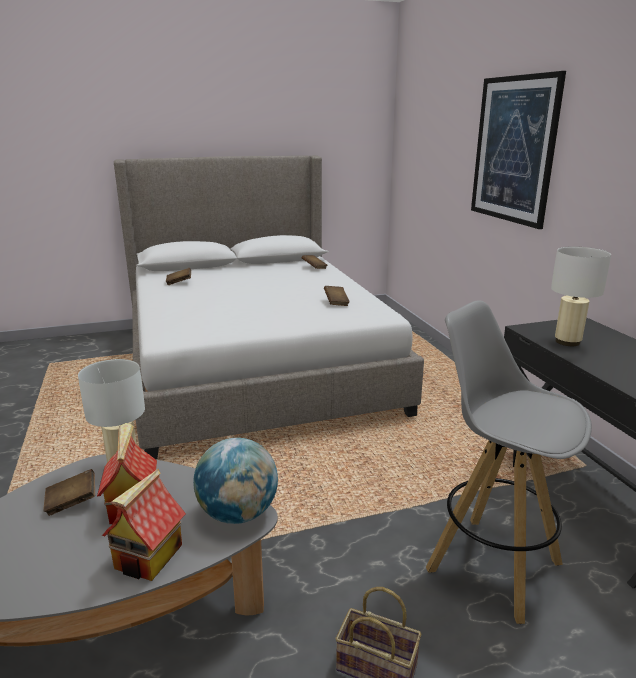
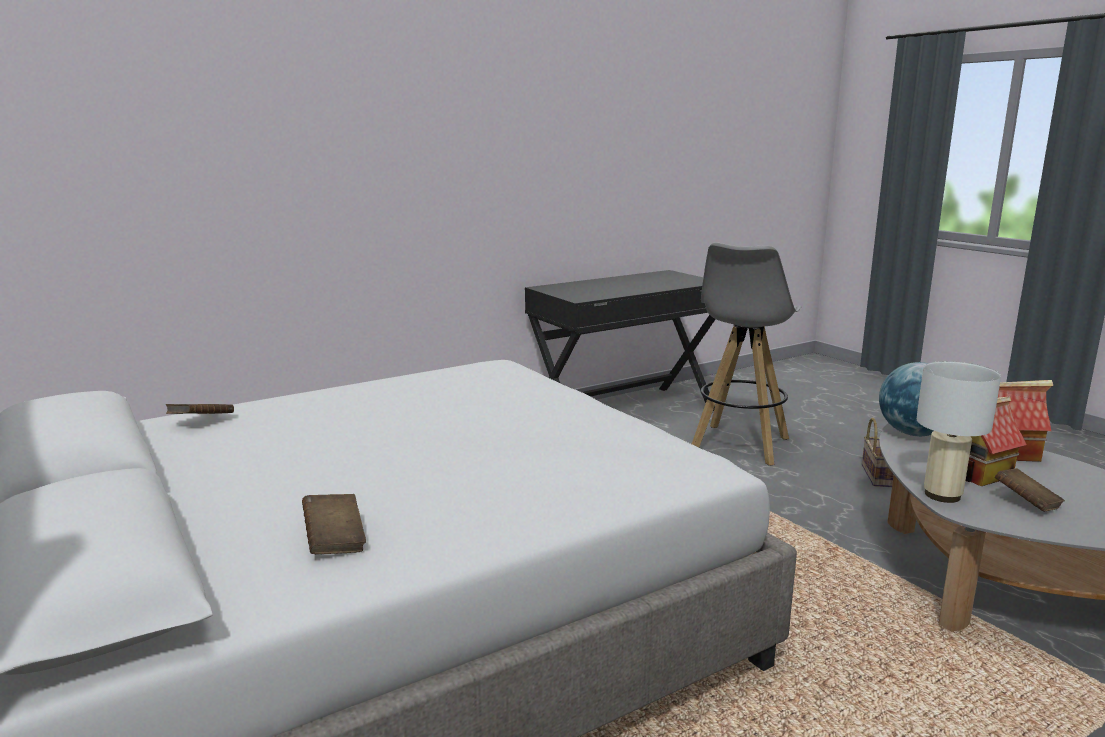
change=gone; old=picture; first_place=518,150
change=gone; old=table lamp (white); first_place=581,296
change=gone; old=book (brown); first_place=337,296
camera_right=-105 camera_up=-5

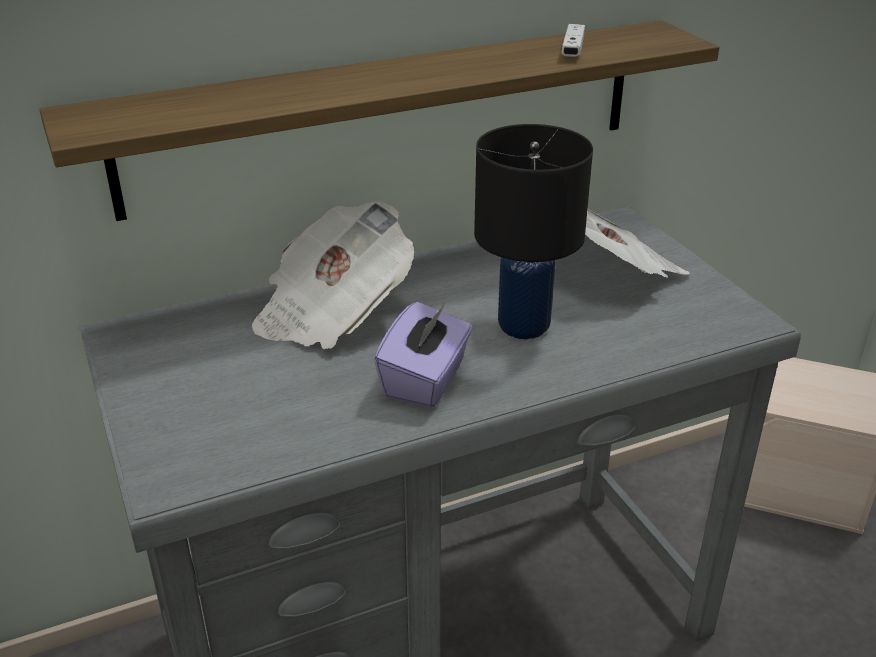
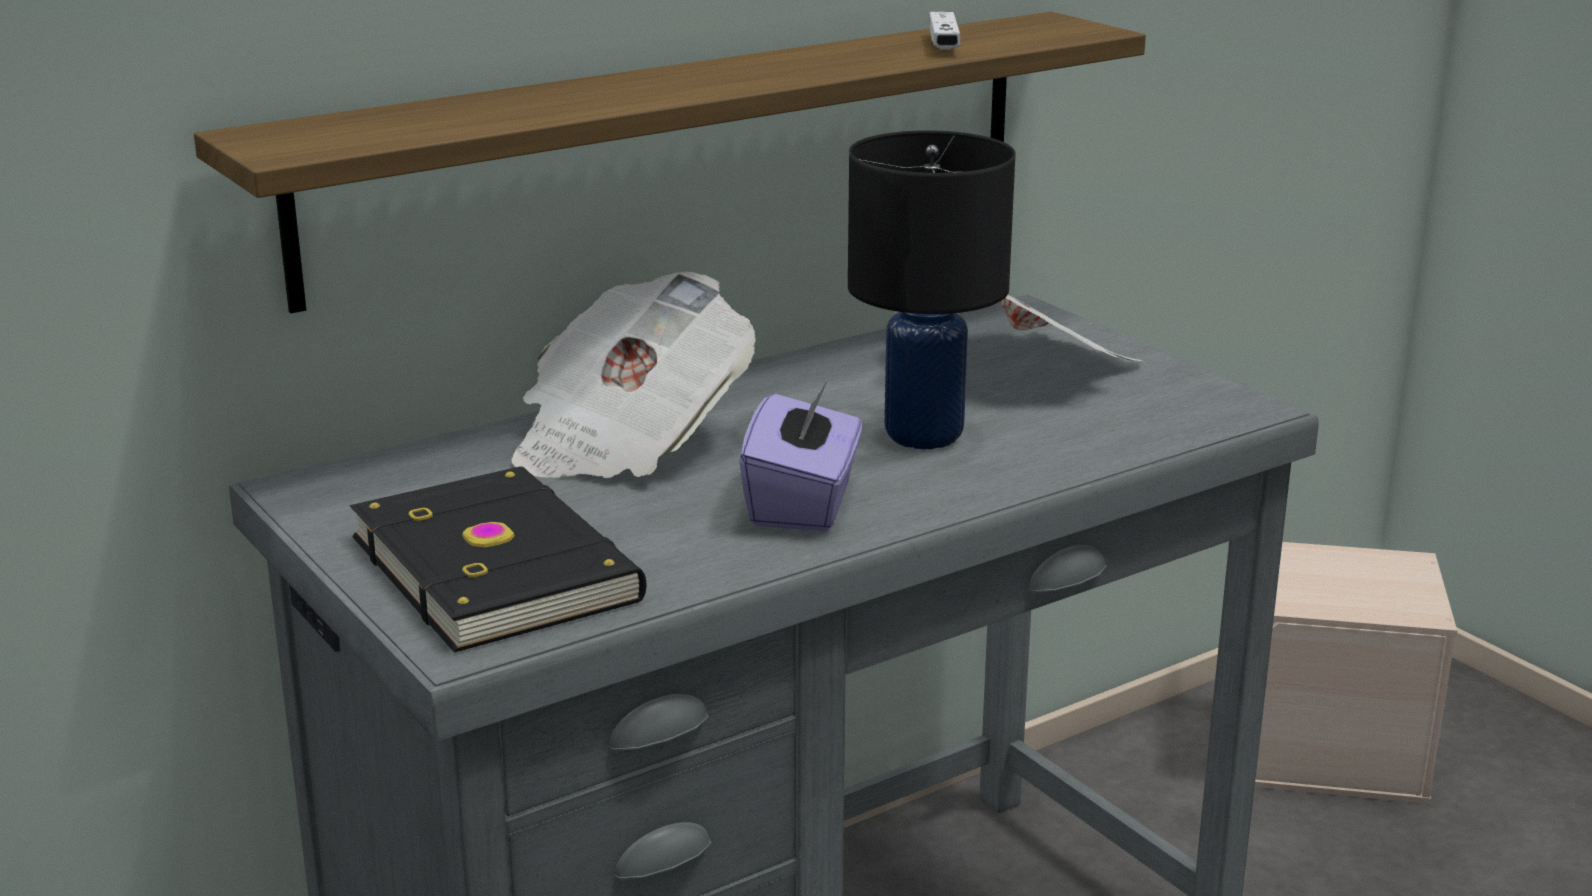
change=new; new=book (black); second_place=497,559
camera_right=-10 camera_up=-10

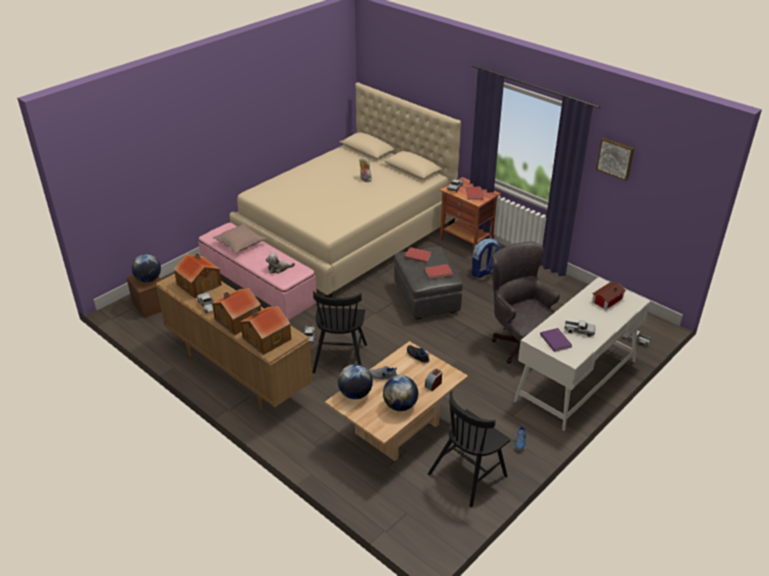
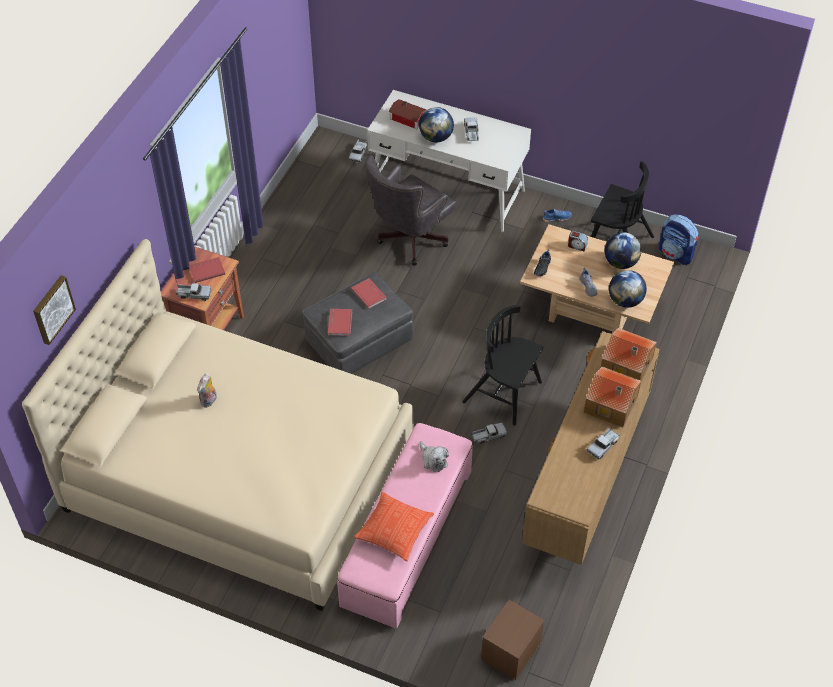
change=shifted; old=picture; first_place=615,159; second_place=54,310
change=repainted; old=pillow (grey); new=pillow (orange); first_place=240,238; second_place=394,526
change=shifted; old=backpack; first_place=486,258; second_place=679,239
change=gone; old=toy house; first_place=197,275
change=shifted; old=globe; first_place=146,268; second_place=436,125
change=rotated; old=chair (black); first_place=339,332; second_place=503,365; degrees=-135
change=gone; old=book (purple); first_place=556,340
camera_right=-110 camera_up=15

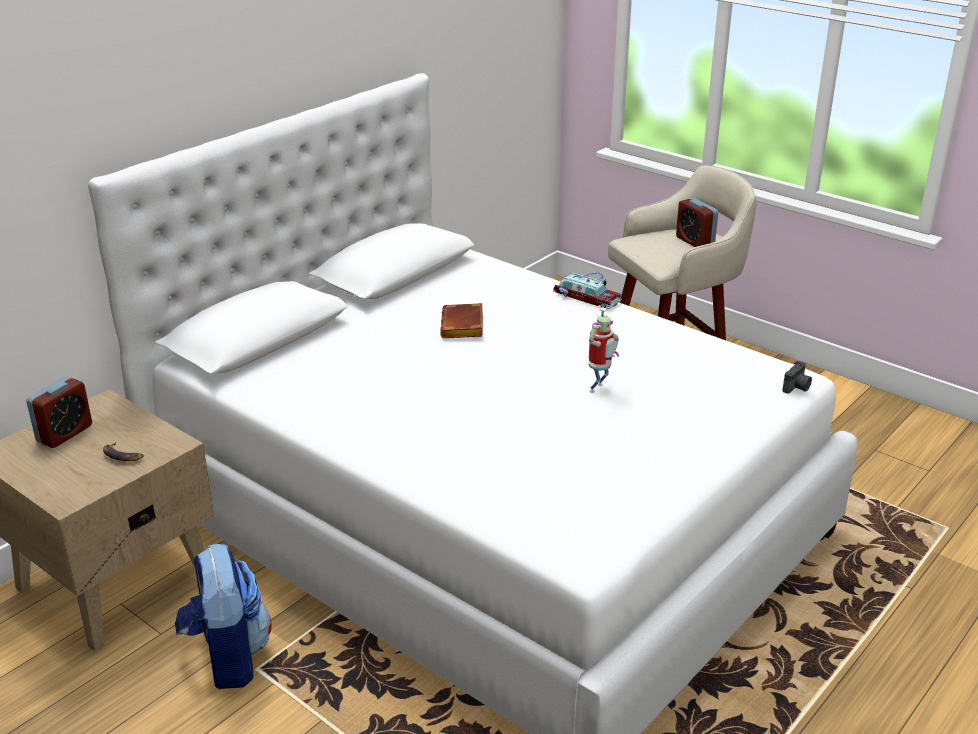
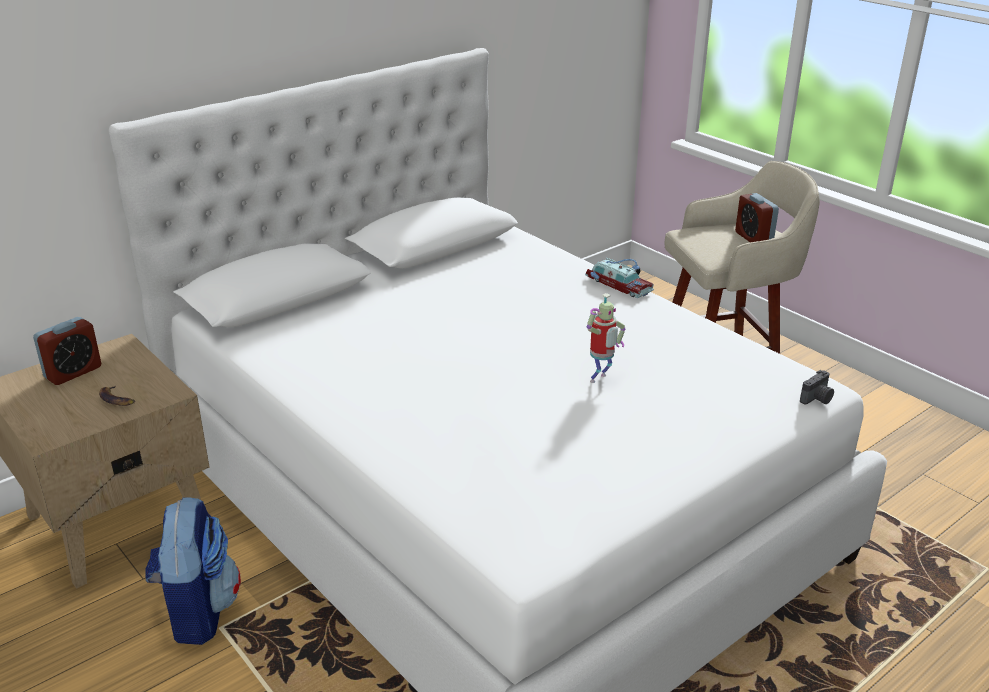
change=gone; old=book (brown); first_place=461,320
camera_right=10 camera_up=0

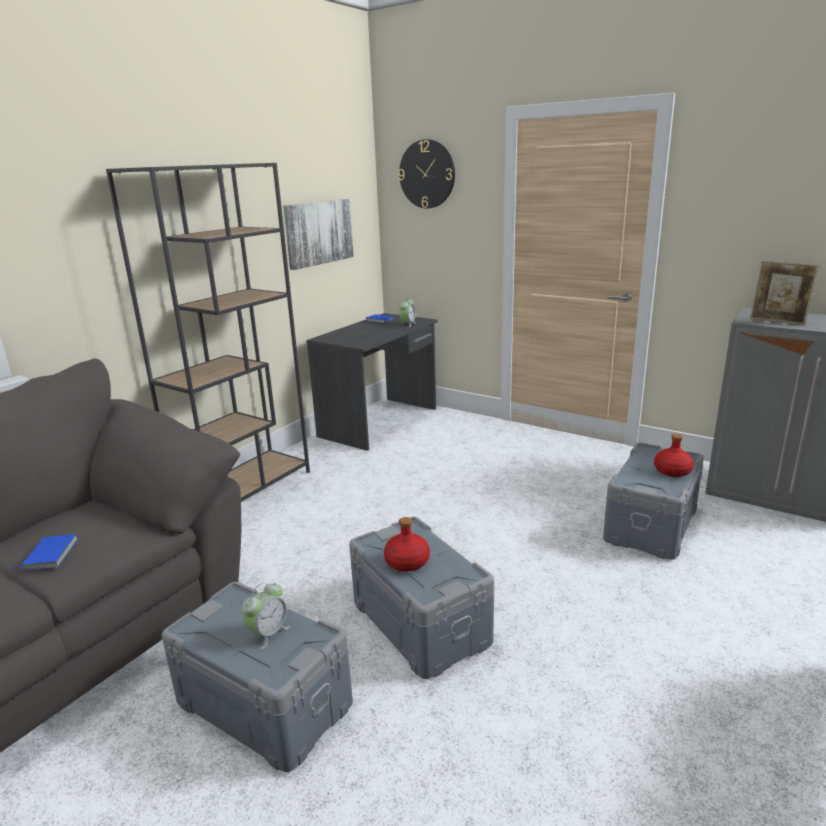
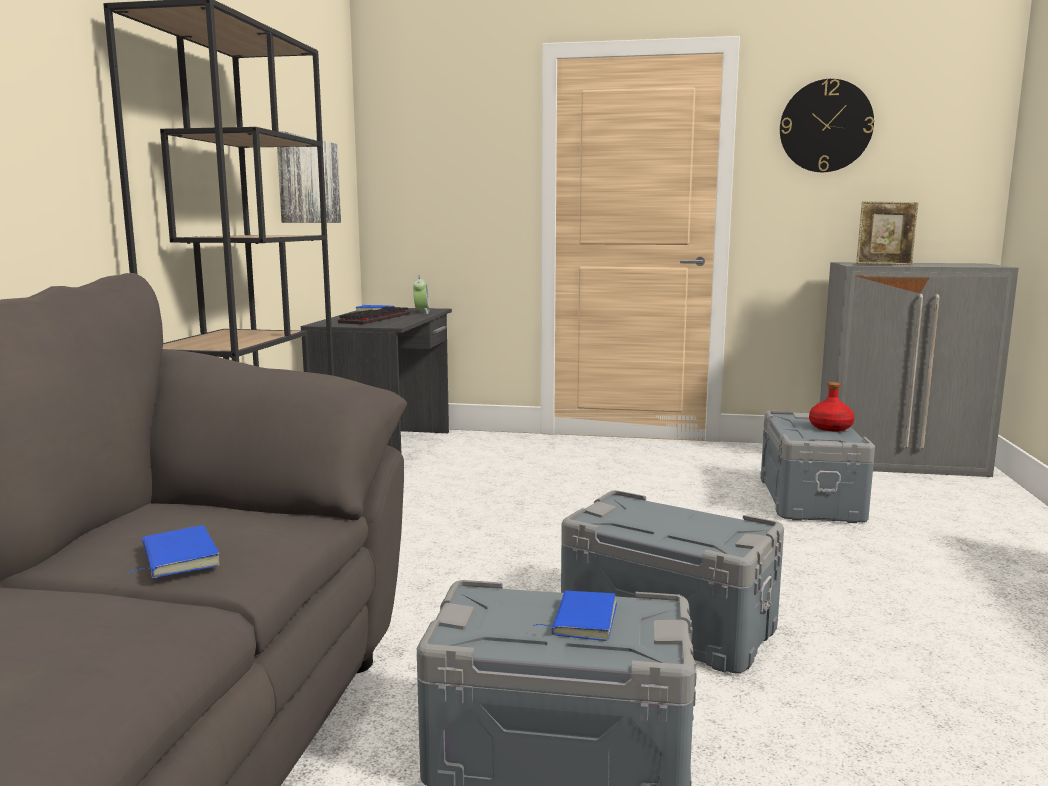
change=shifted; old=wall clock; first_place=426,173; second_place=827,125
change=gone; old=bottle (red); first_place=407,544
change=swapped; old=alarm clock; new=book (blue); first_place=266,616; second_place=575,616
change=new; new=keyboard; second_place=374,315
camera_right=-25 camera_up=-10

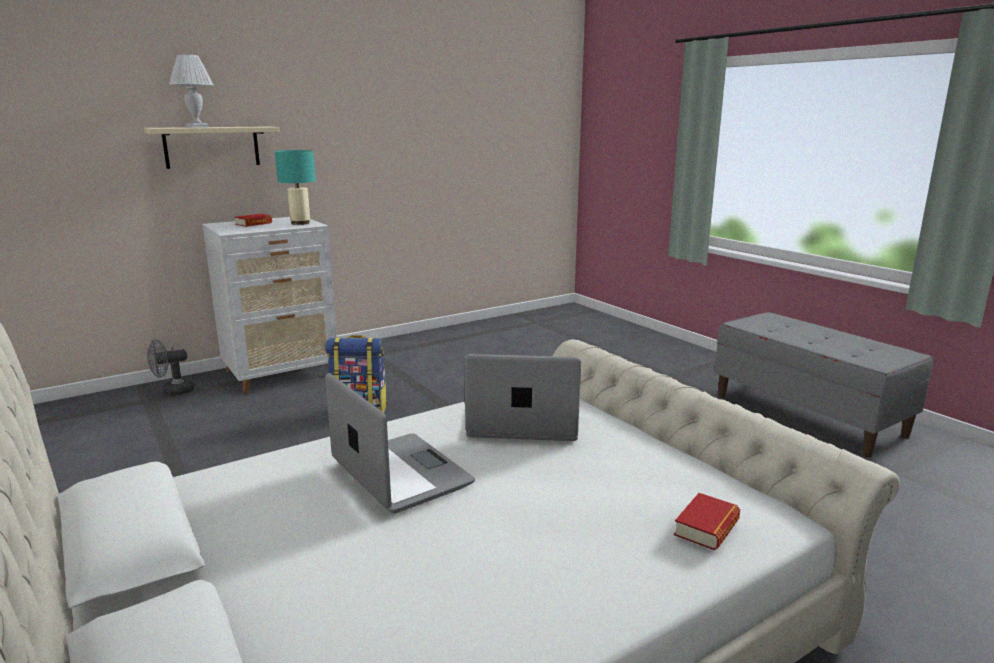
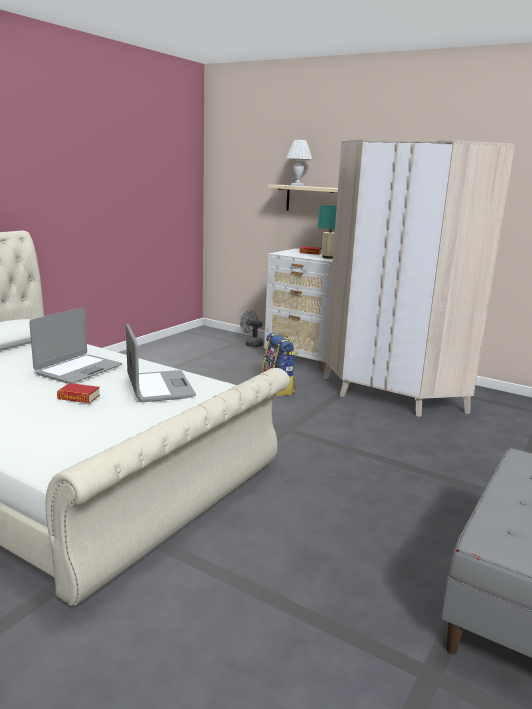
change=shifted; old=book; first_place=707,521; second_place=78,393
change=new; new=wardrobe (beige); second_place=419,278
camera_right=65 camera_up=0

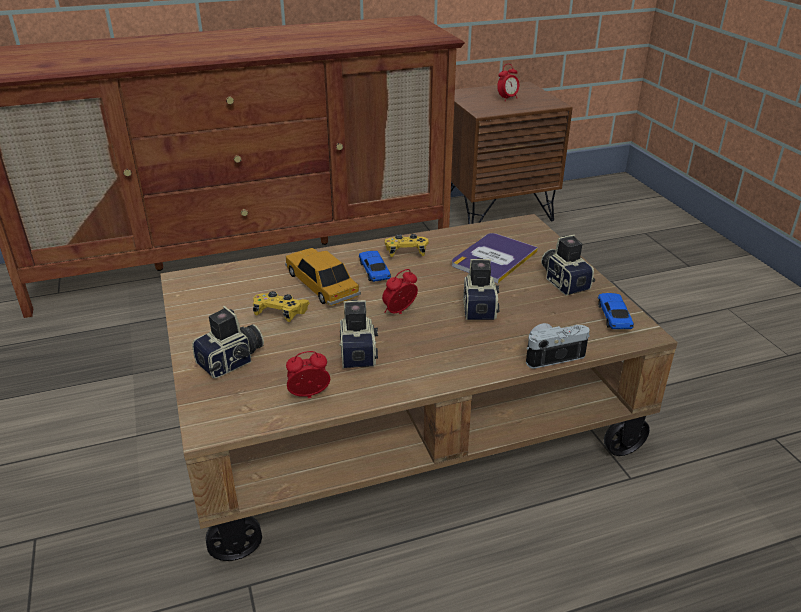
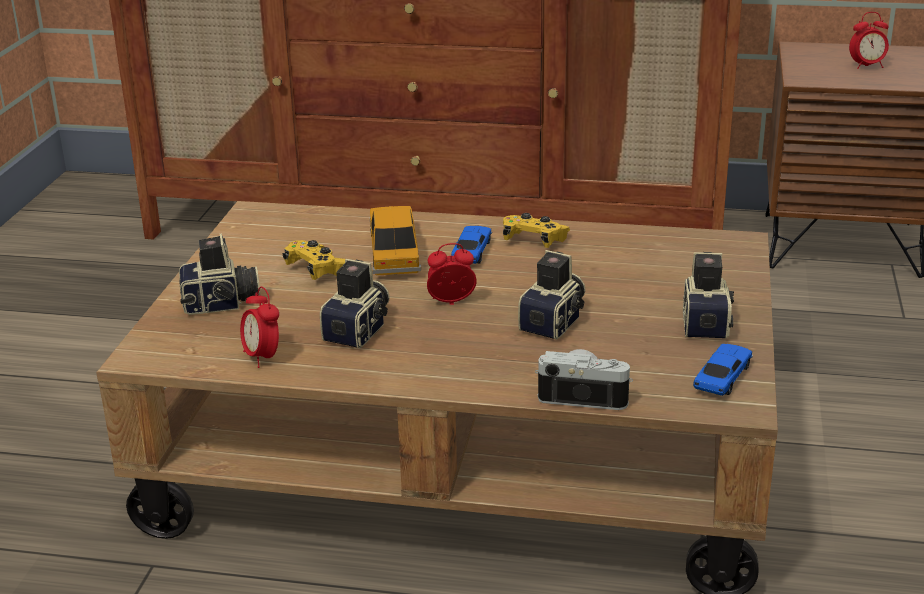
change=gone; old=book; first_place=495,258
change=rotated; old=alarm clock; first_place=308,374; second_place=259,327; degrees=-135
camera_right=30 camera_up=-5

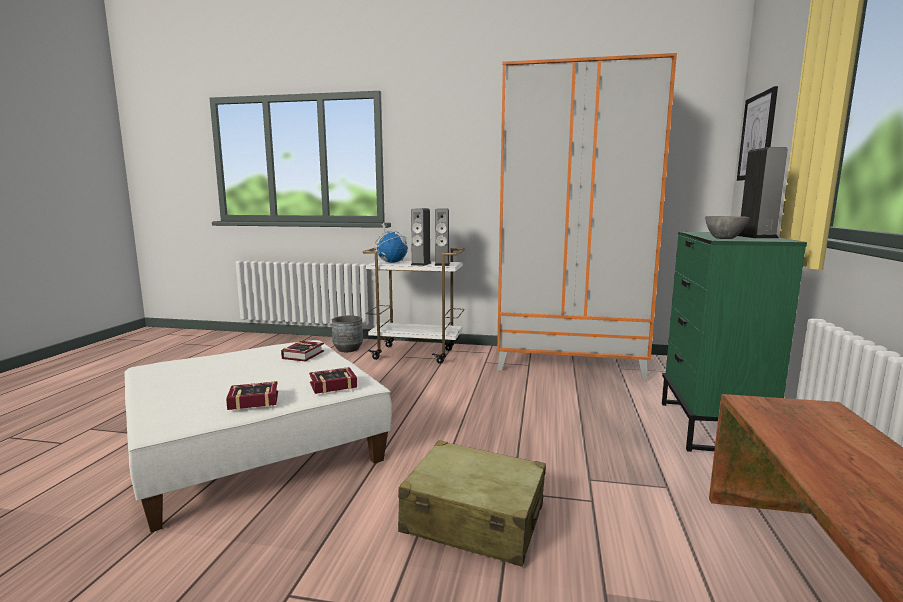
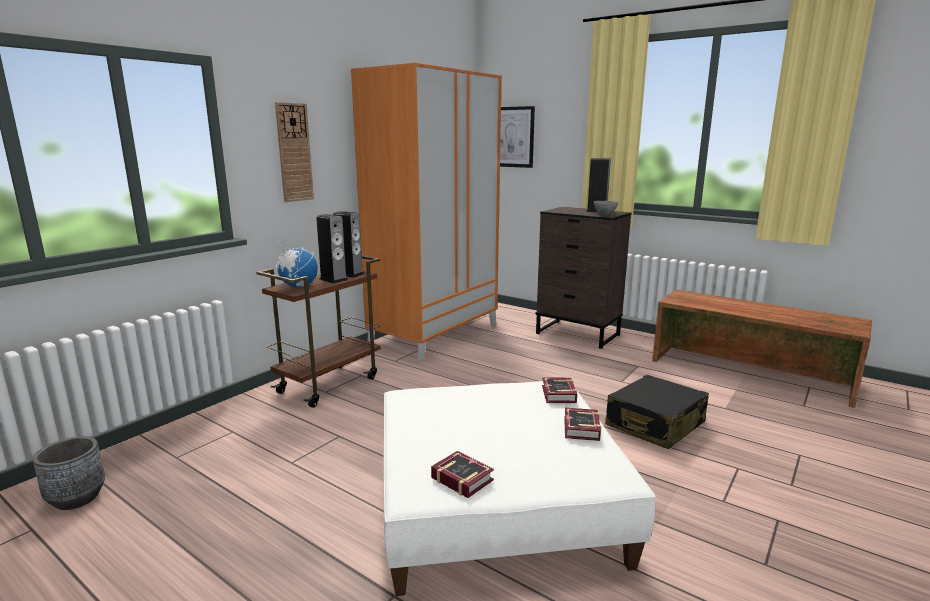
change=repainted; old=dresser (green); new=dresser (brown); first_place=734,342; second_place=583,278
change=repainted; old=cart (white); new=cart (brown); first_place=414,305; second_place=318,332
change=shifted; old=planter (grey); first_place=347,333; second_place=68,473
change=shifted; old=book; first_place=302,351; second_place=462,474
change=repainted; old=suitcase (beige); new=suitcase (black); first_place=472,503; second_place=657,412
change=new; new=wall clock; second_place=294,152
camera_right=-65 camera_up=5

